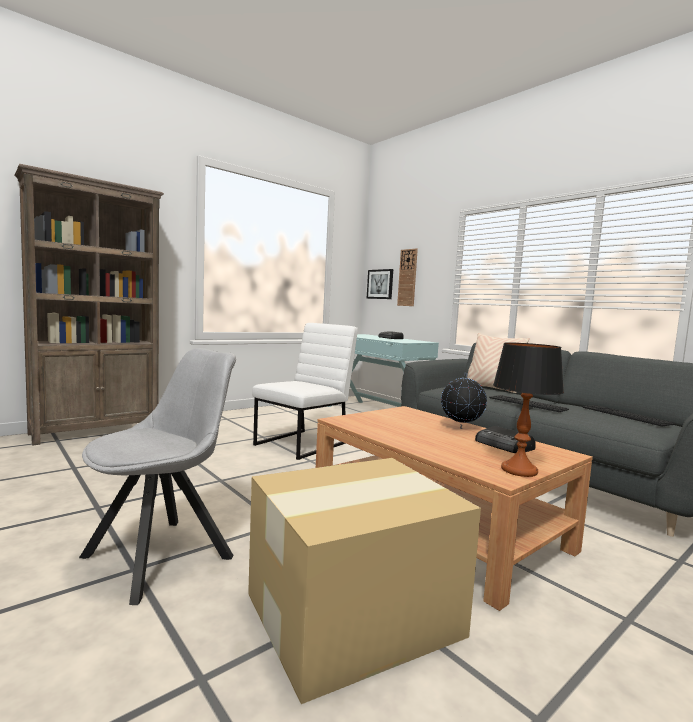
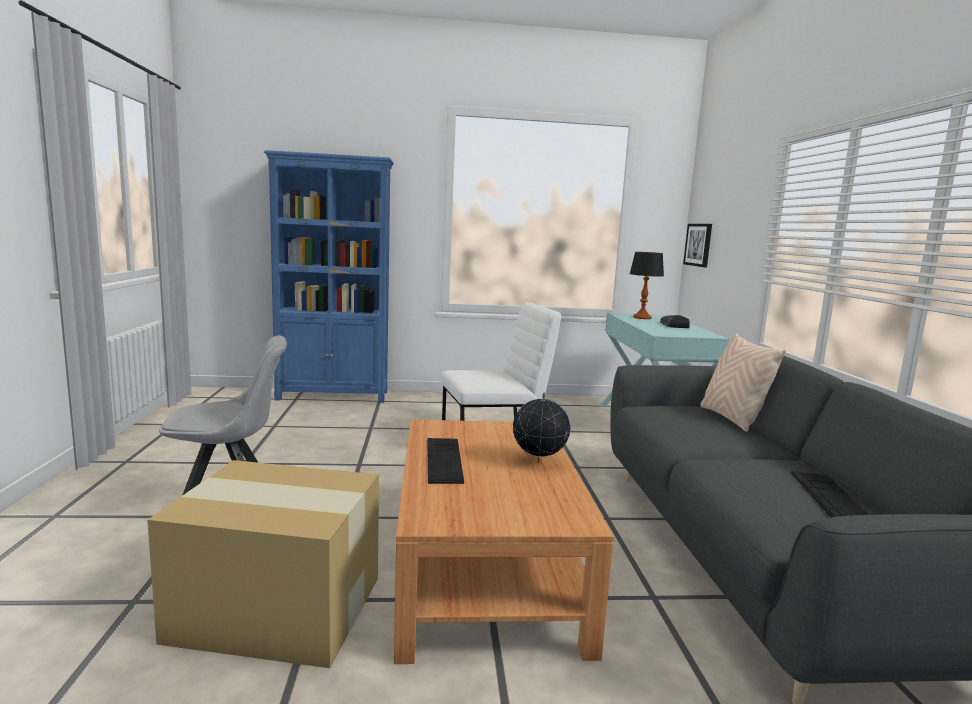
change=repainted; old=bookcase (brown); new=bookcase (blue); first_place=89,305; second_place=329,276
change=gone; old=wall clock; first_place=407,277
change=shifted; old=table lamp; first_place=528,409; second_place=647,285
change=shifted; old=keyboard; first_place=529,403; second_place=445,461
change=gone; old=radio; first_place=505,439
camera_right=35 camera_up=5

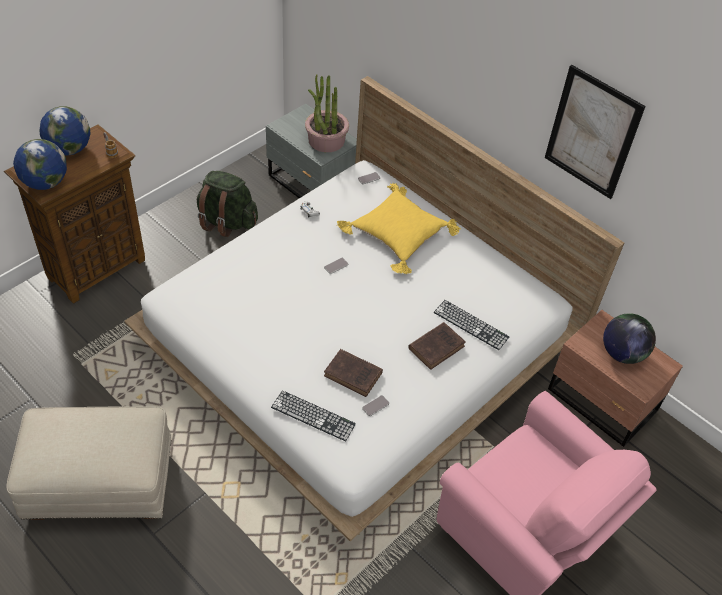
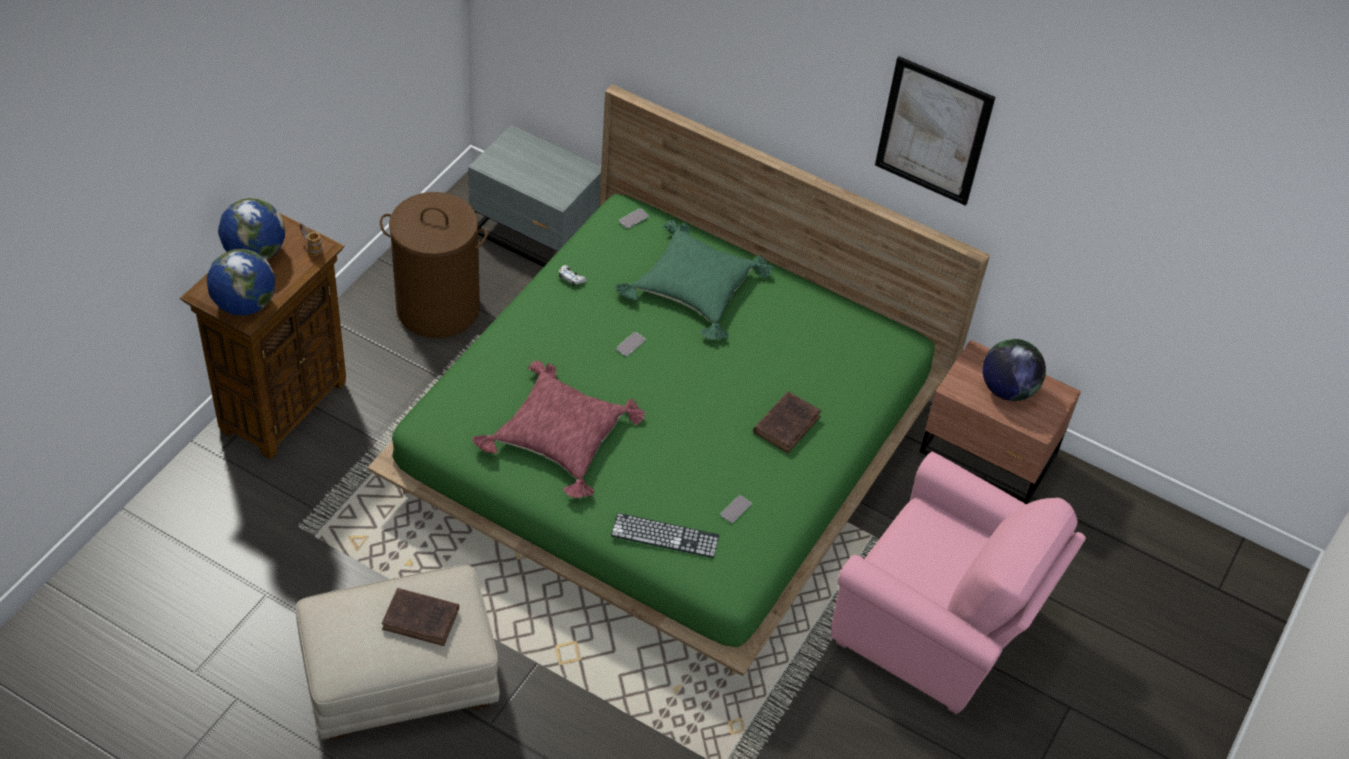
change=gone; old=potted plant; first_place=327,113
change=repainted; old=bed (white); new=bed (green); first_place=374,308; second_place=679,380
change=swapped; old=backpack (green); new=laundry basket (brown); first_place=227,204; second_place=434,265
change=repainted; old=pillow (yellow); new=pillow (green); first_place=399,228; second_place=693,279
change=gone; old=keyboard; first_place=471,325
change=shifted; old=book (brown); first_place=353,373; second_place=420,617
change=new; new=pillow (red); second_place=559,429
camera_right=-15 camera_up=0

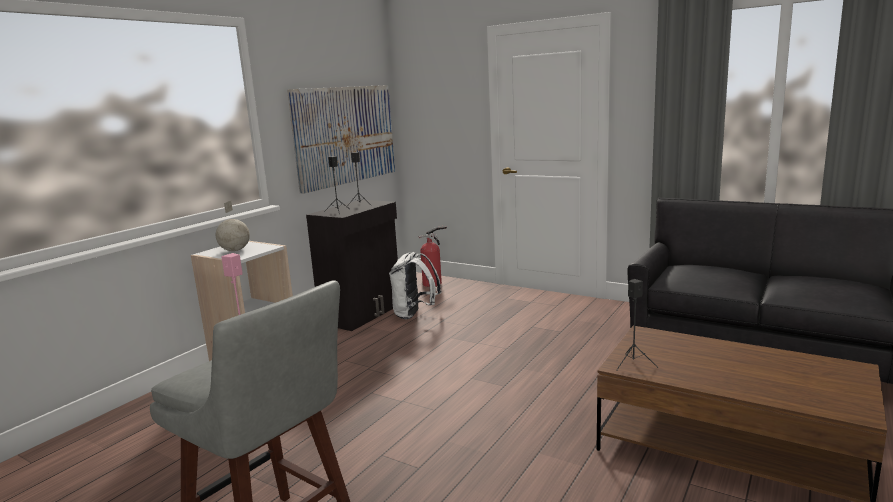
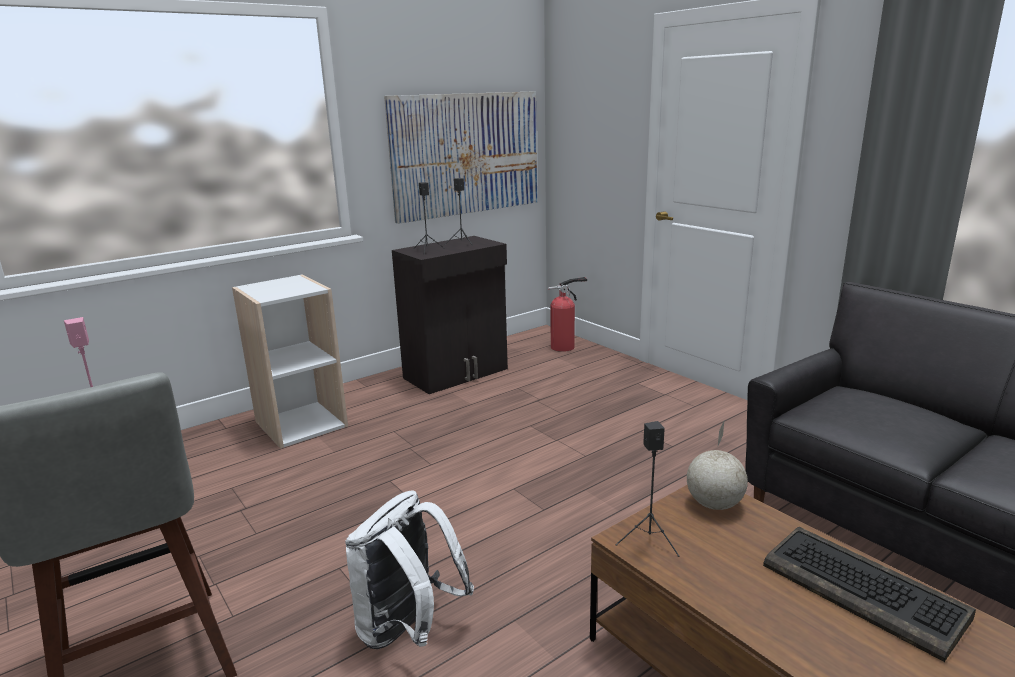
change=shifted; old=globe; first_place=233,226; second_place=717,464
change=shifted; old=backpack (white); first_place=415,285; second_place=409,569
change=new; new=keyboard; second_place=869,594
camera_right=20 camera_up=5

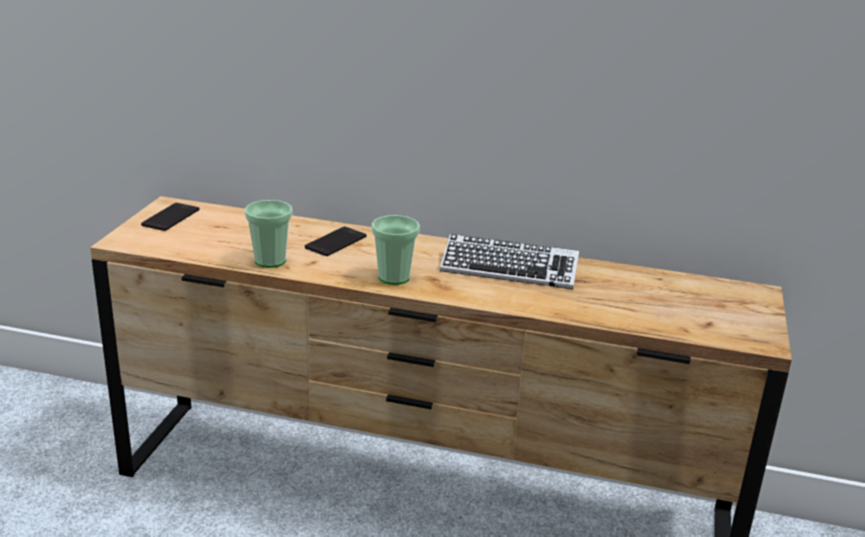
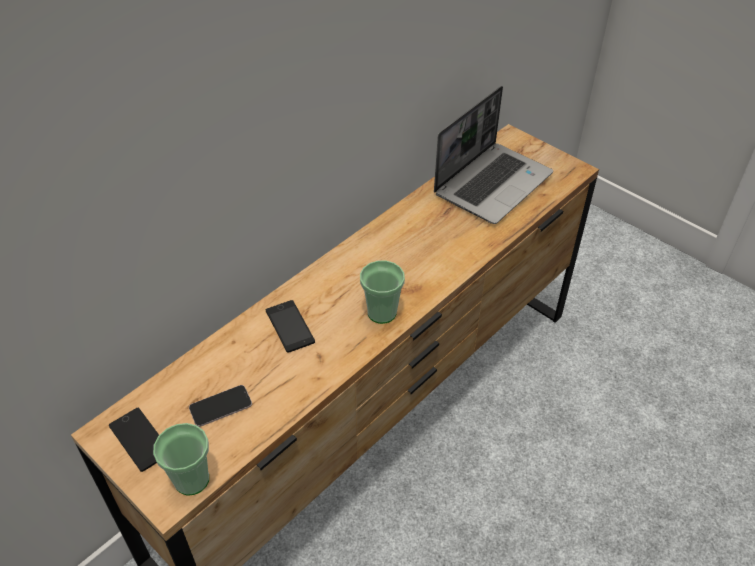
change=shifted; old=cup; first_place=268,234; second_place=181,459
change=gone; old=keyboard; first_place=509,261
change=new; new=laptop; second_place=493,155
change=new; new=phone; second_place=220,406
camera_right=-60 camera_up=20

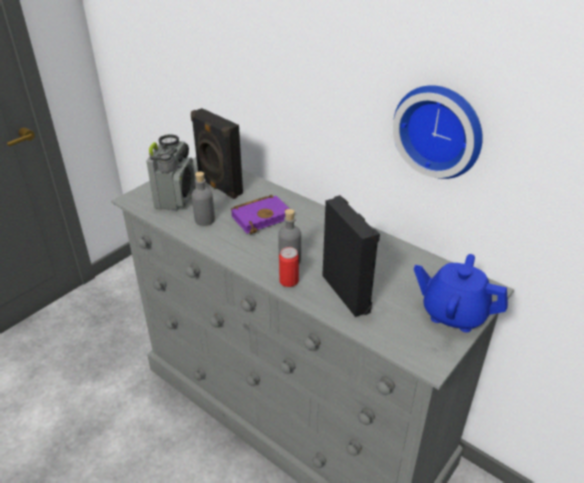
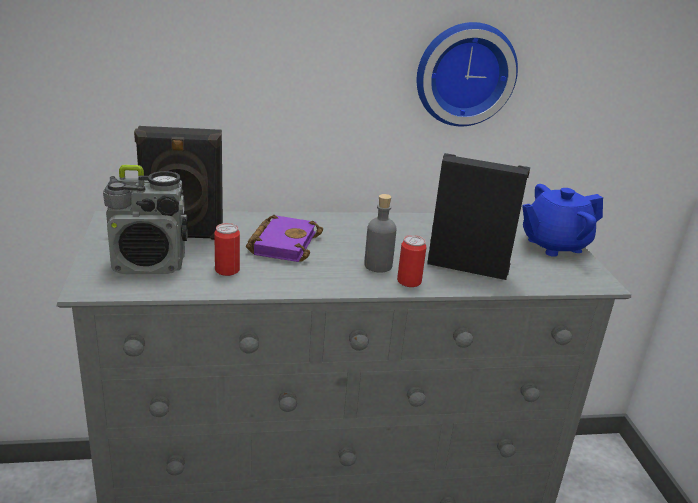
change=rotated; old=radio; first_place=171,172; second_place=145,219; degrees=120
change=swapped; old=bottle (grey); new=can; first_place=203,198; second_place=227,249
camera_right=-50 camera_up=-10

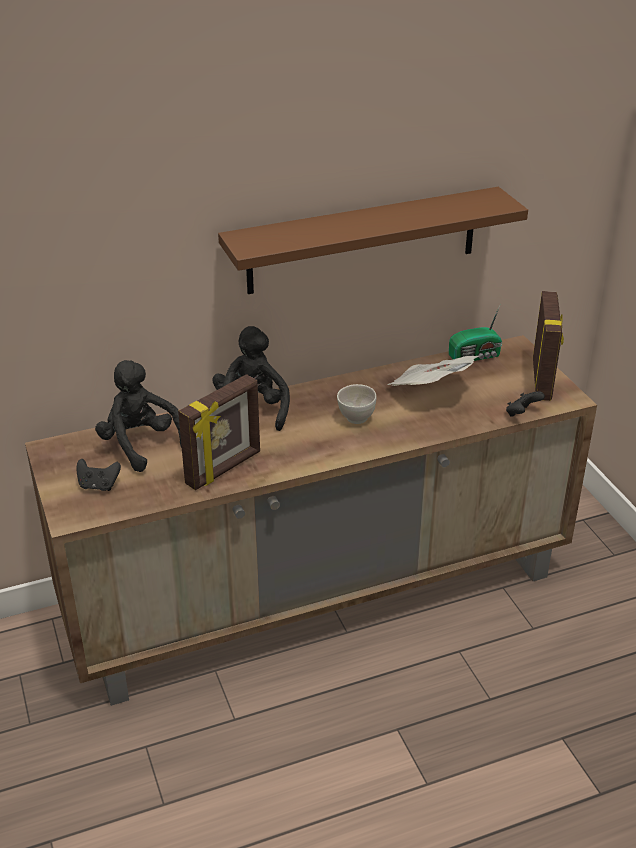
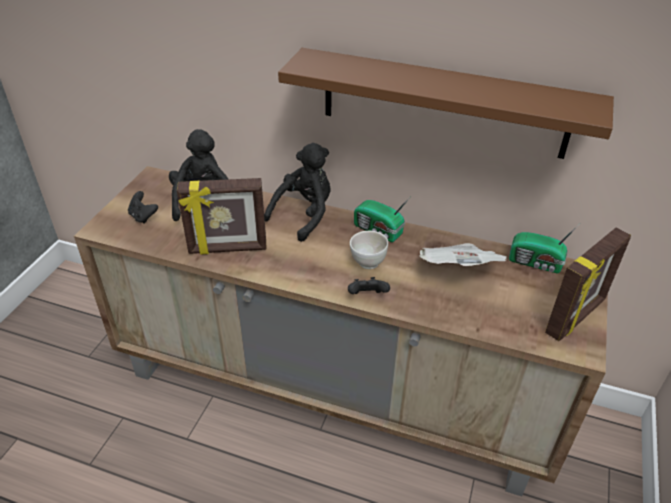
change=shifted; old=game controller (black); first_place=525,404; second_place=369,285
change=new; new=radio; second_place=382,219
camera_right=40 camera_up=5

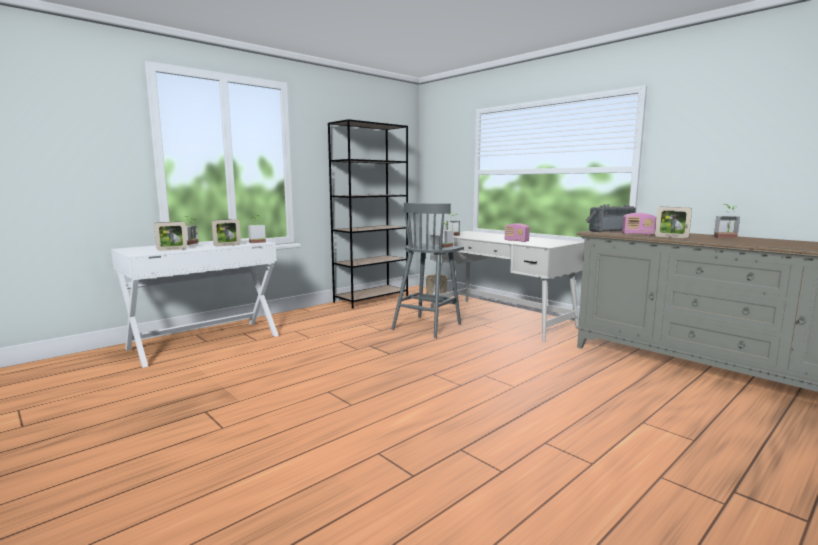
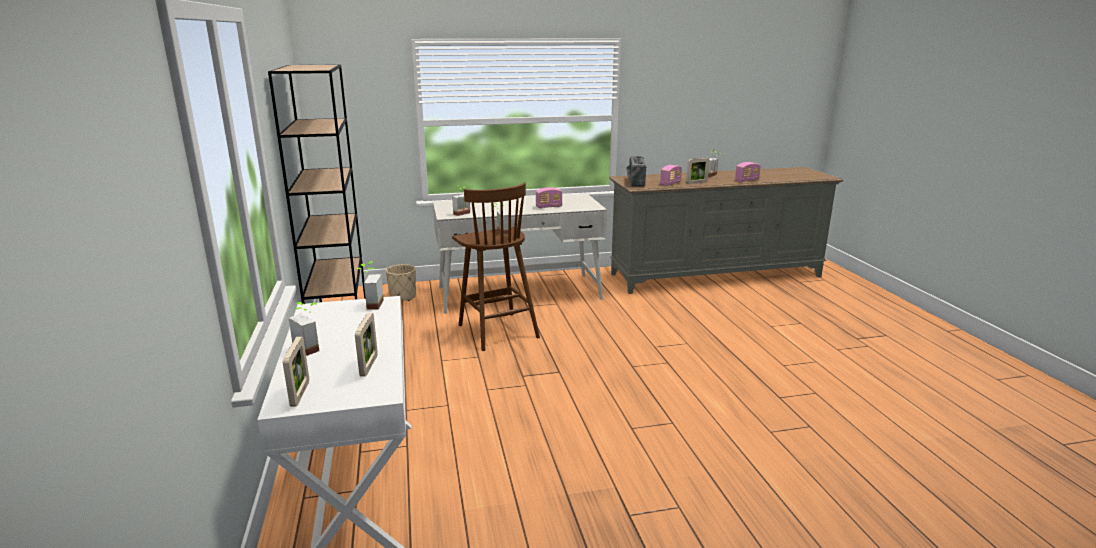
change=repainted; old=stool (grey); new=stool (brown); first_place=427,270; second_place=496,266
change=shifted; old=picture frame; first_place=226,232; second_place=296,372
change=new; new=radio; second_place=748,172
camera_right=-60 camera_up=10

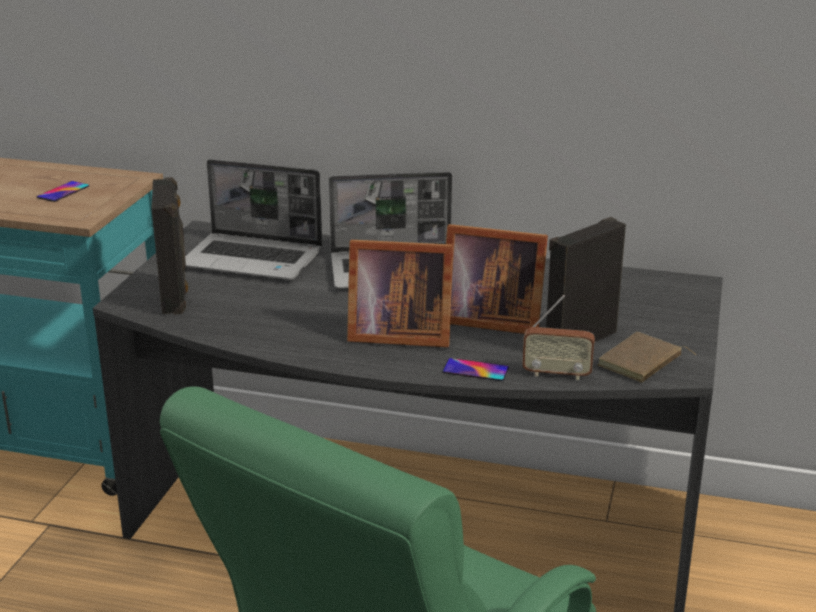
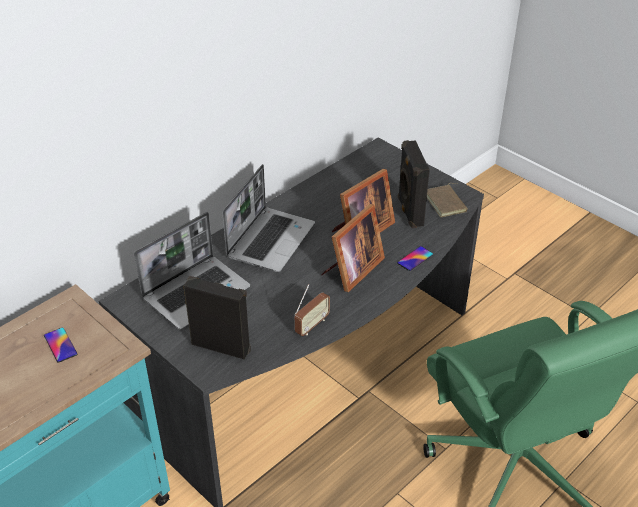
change=shifted; old=radio; first_place=558,337; second_place=312,310
camera_right=-60 camera_up=15

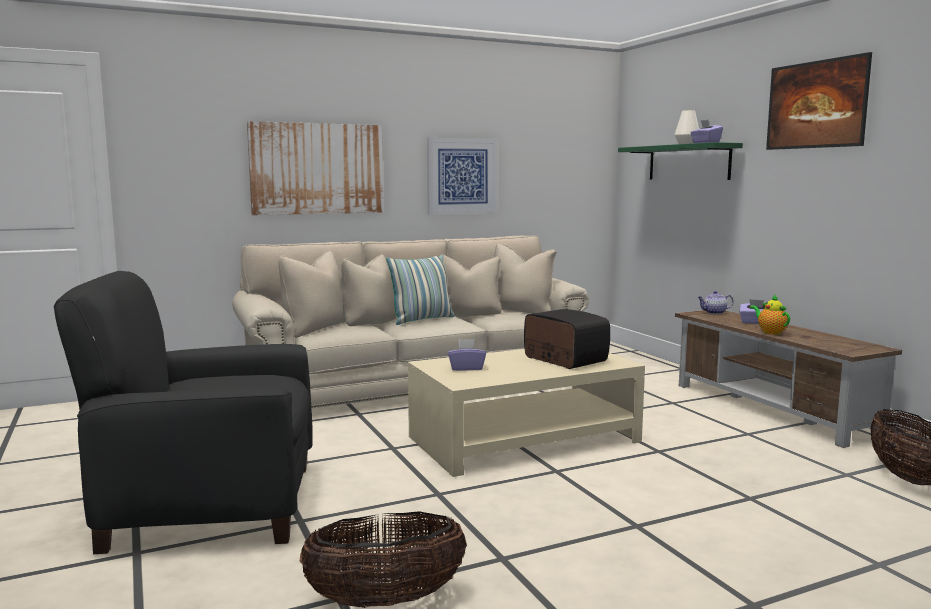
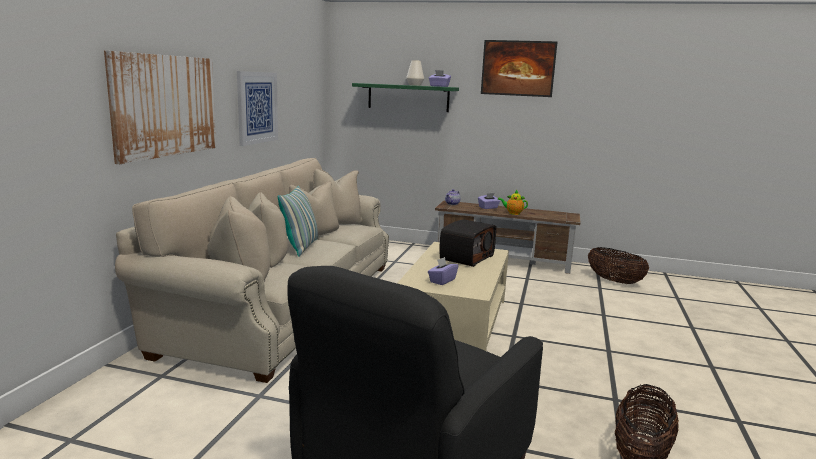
change=rotated; old=radio; first_place=567,339; second_place=467,243; degrees=120
camera_right=-50 camera_up=5

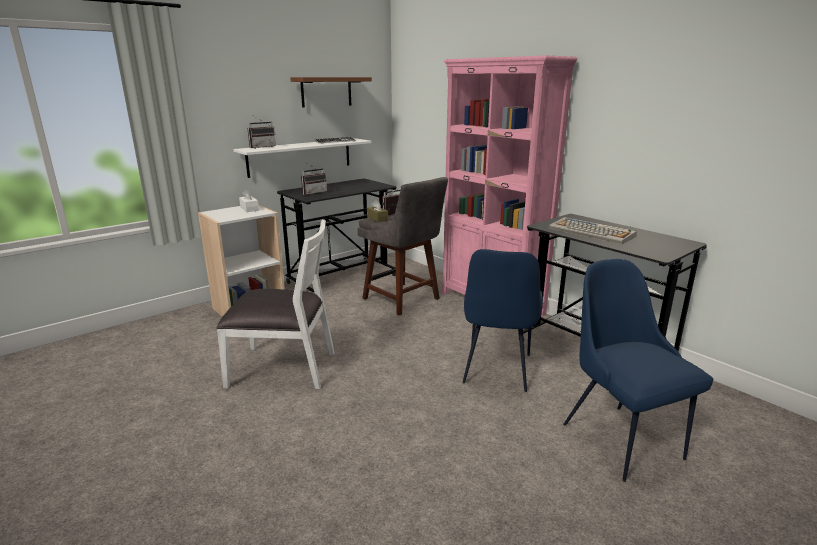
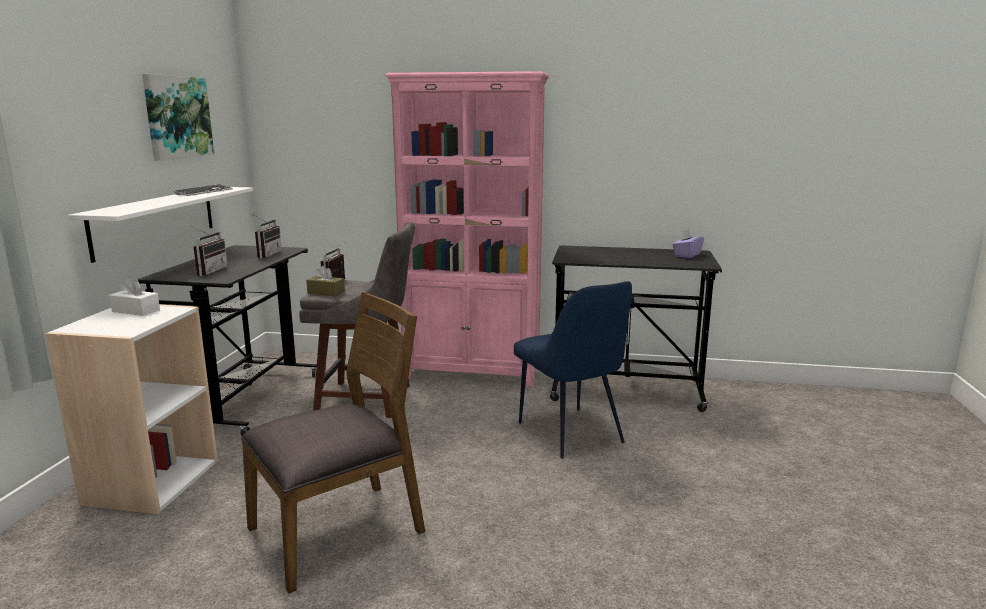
change=swapped; old=shelf (brown); new=picture; first_place=331,92; second_place=178,117
change=shifted; old=radio; first_place=262,132; second_place=267,236
change=gone; old=keyboard; first_place=593,230
change=repainted; old=chair (white); new=chair (brown); first_place=276,304; second_place=333,442
change=gone; old=chair (blue); first_place=638,370
change=new; new=tissue box (purple); second_place=688,243
camera_right=-40 camera_up=-5

